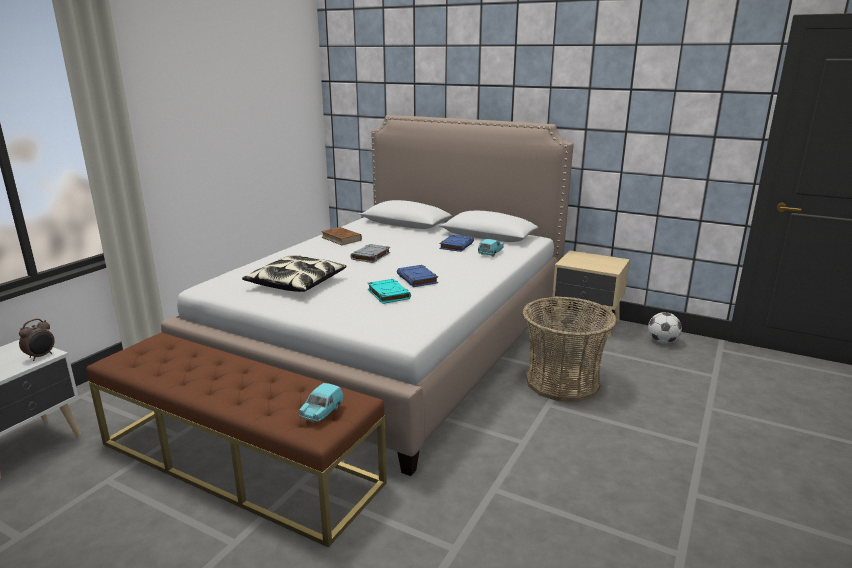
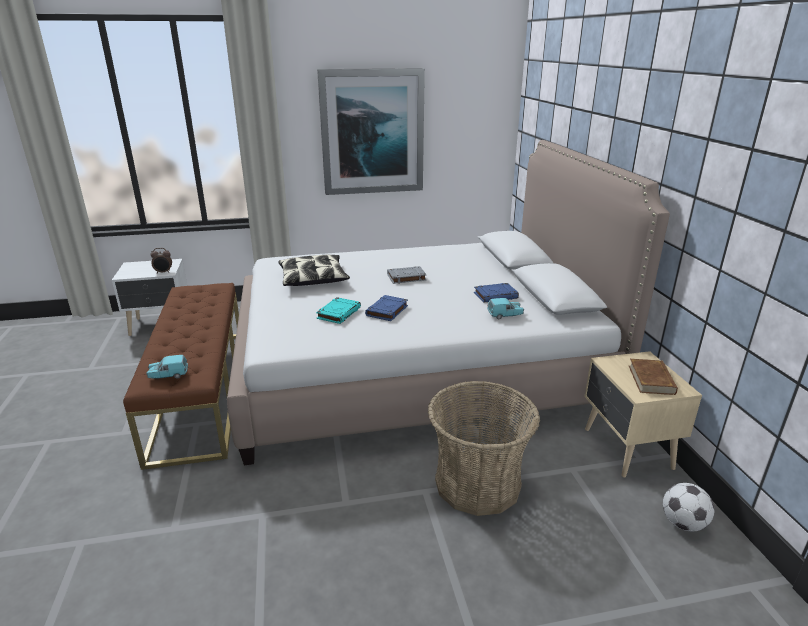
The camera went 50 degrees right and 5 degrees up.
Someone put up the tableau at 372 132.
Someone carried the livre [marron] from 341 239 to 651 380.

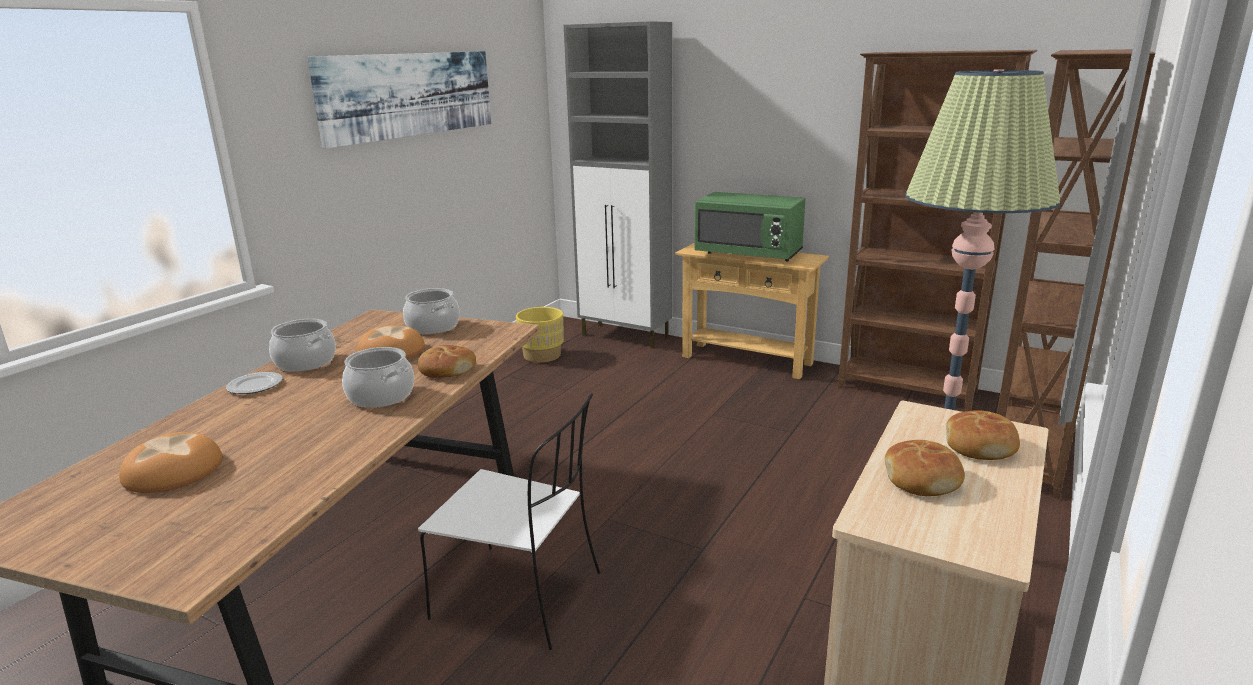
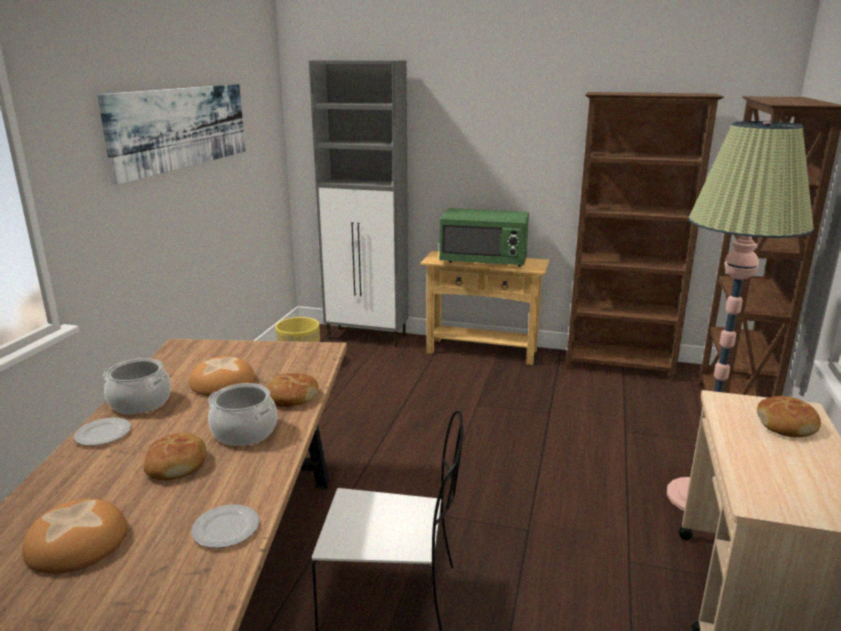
The camera went 15 degrees left and 0 degrees up.
Someone took away the marmite at 433 327.
Someone put down the assiette at 226 528.
Someone carried the pain from 922 479 to 177 465.

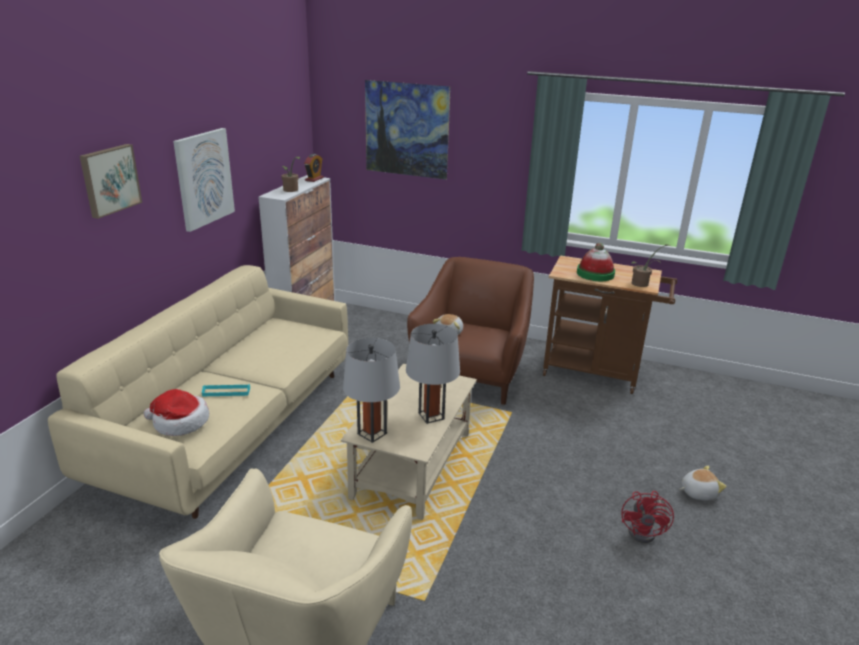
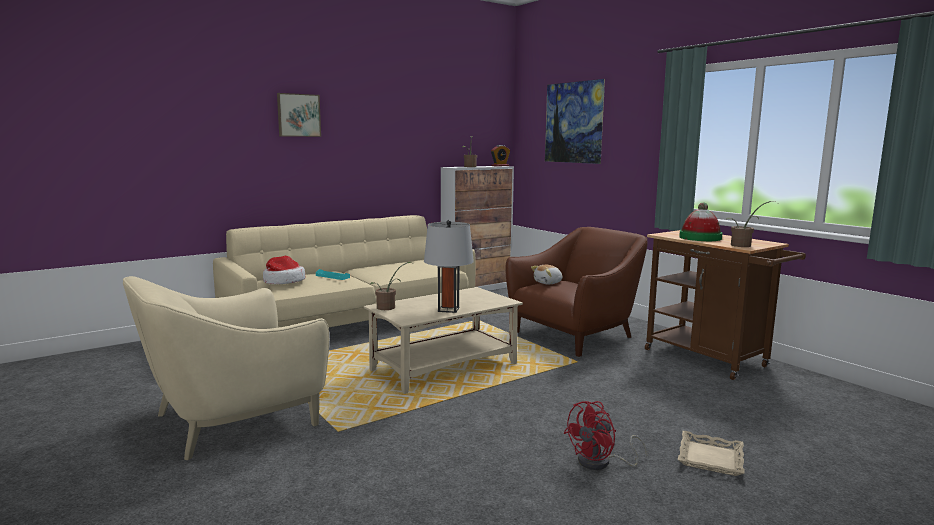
The camera went 35 degrees right and 15 degrees down.
Someone took away the tableau at 204 178.
Someone swapped the lampe de table [gris] at 372 433 for the plante en pot at 389 307.
Someone swapped the peluche at 698 492 for the plateau [beige] at 710 458.

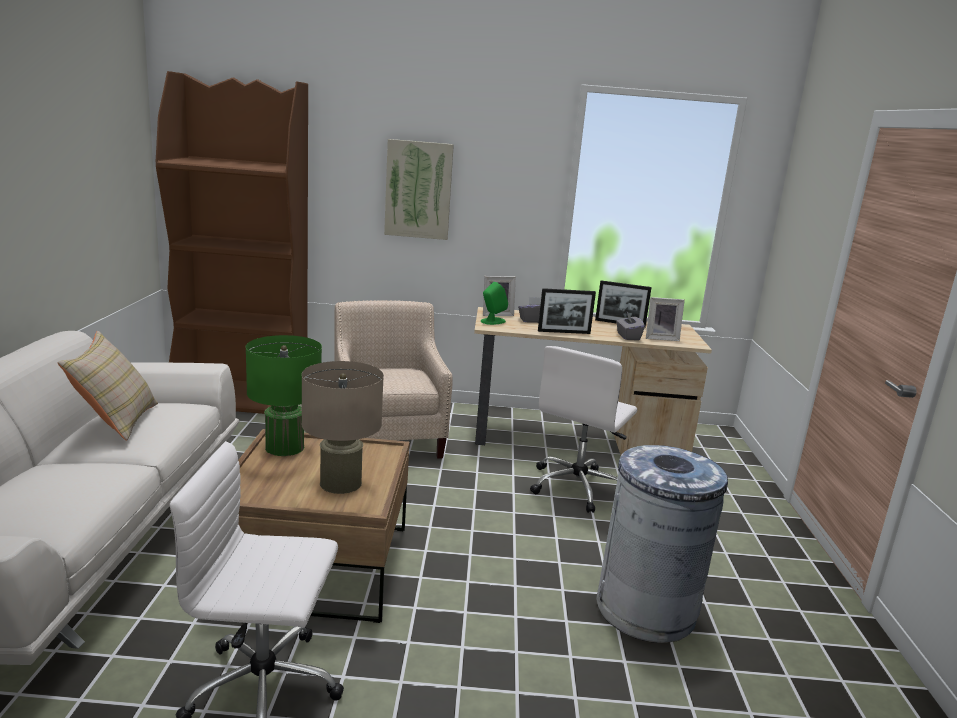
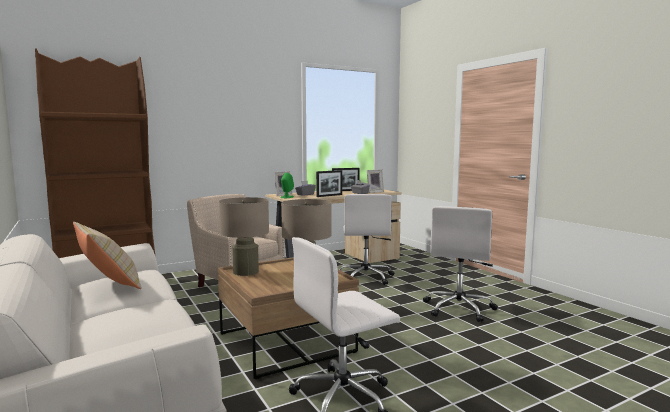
The camera went 30 degrees left and 10 degrees down.
Someone took away the tableau at 418 189.
Someone swapped the poubelle [gris] at 646 609 for the chaise de bureau [blanc] at 459 308.
Someone repainted the lampe de table [vert] at 284 447, which became the lampe de table [beige] at 245 272.

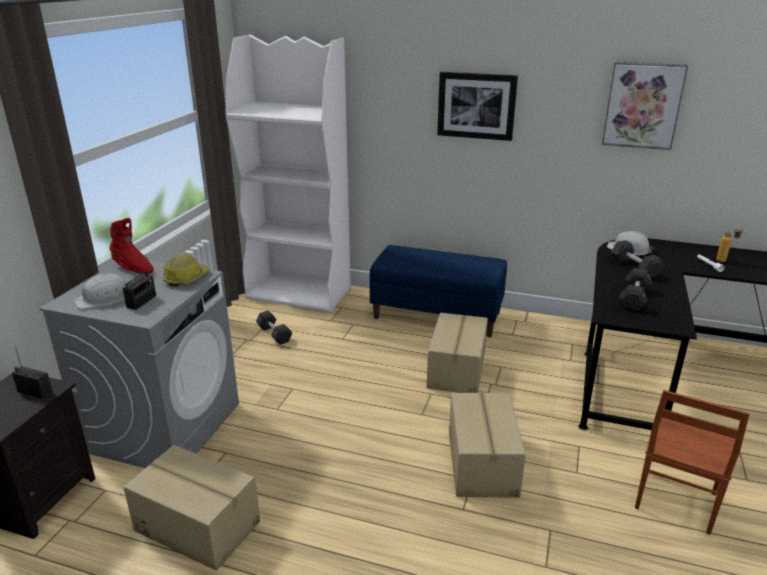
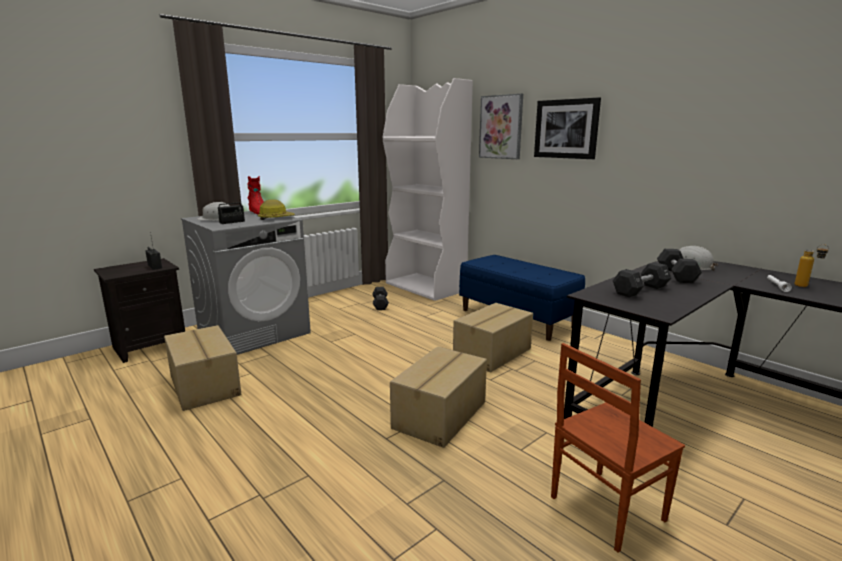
The camera went 30 degrees right and 10 degrees down.
Someone carried the tableau from 643 105 to 501 127.

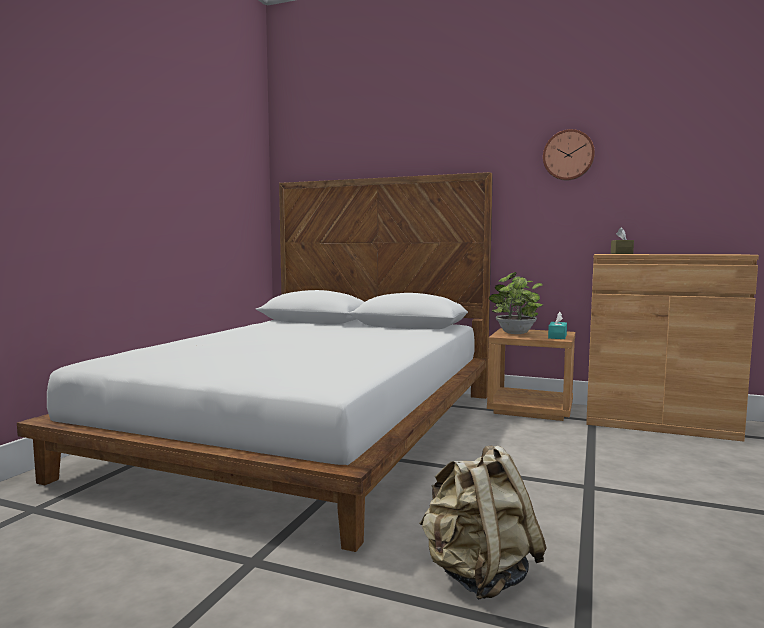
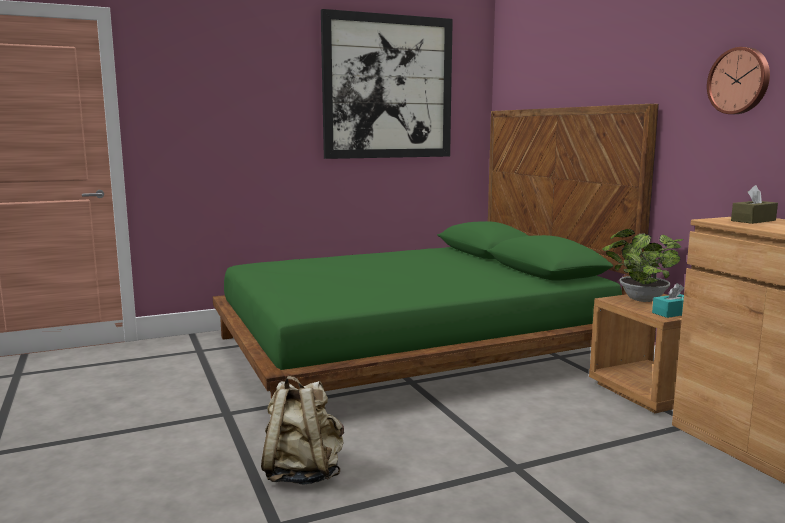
The camera went 45 degrees right and 5 degrees up.
Someone put up the tableau at 388 87.
Someone repainted the lit [blanc] at 310 430, which became the lit [vert] at 412 351.

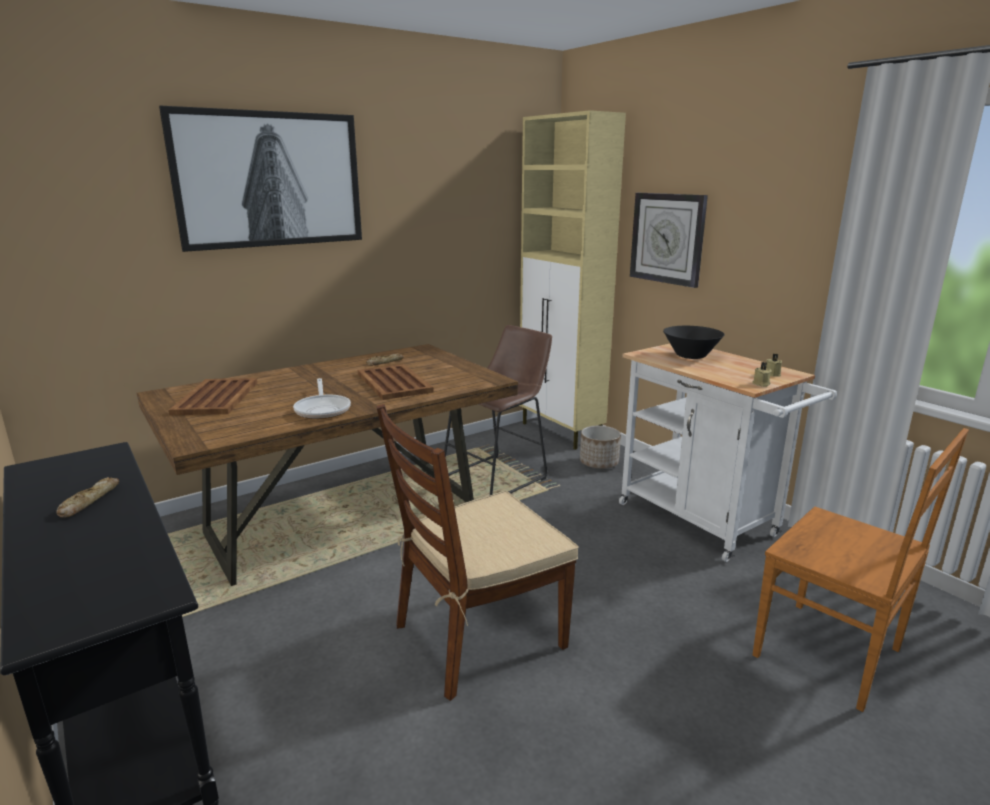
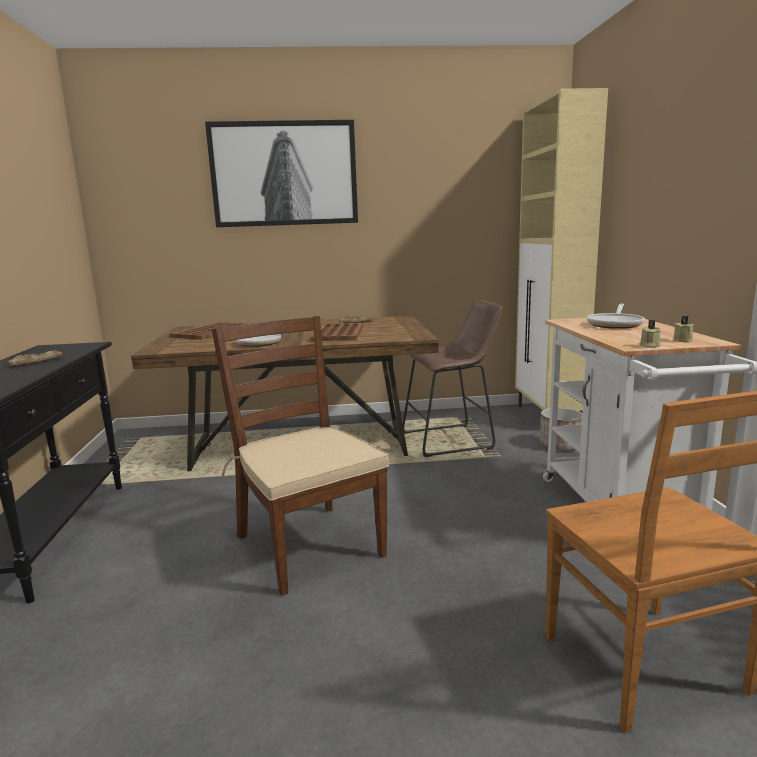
The camera went 30 degrees right and 5 degrees down.
Someone took away the horloge murale at 667 238.
Someone swapped the bol [noir] at 691 356 for the poêle at 615 324.
Someone rotated the chaise [marron] at 478 636 by 60 degrees clockwise.

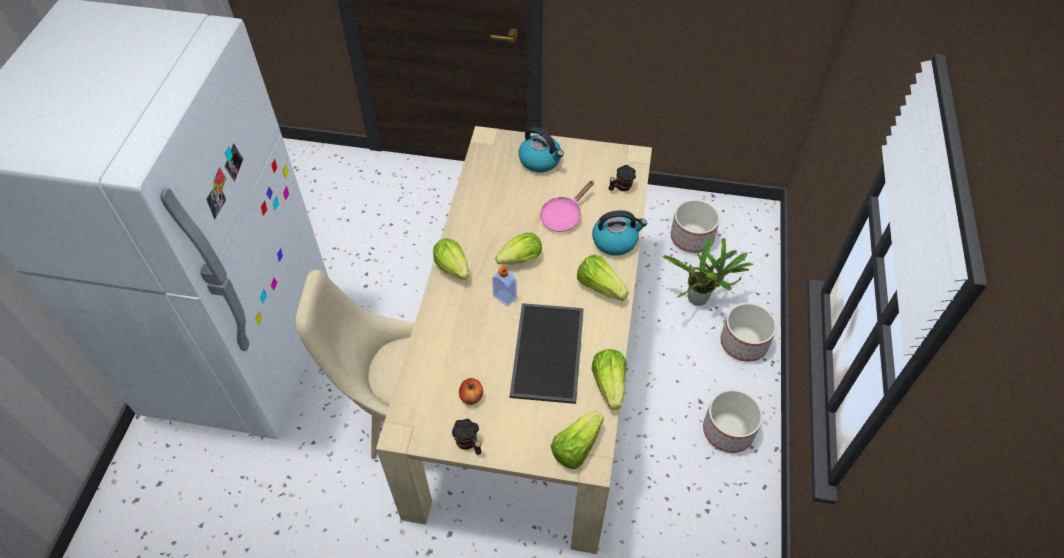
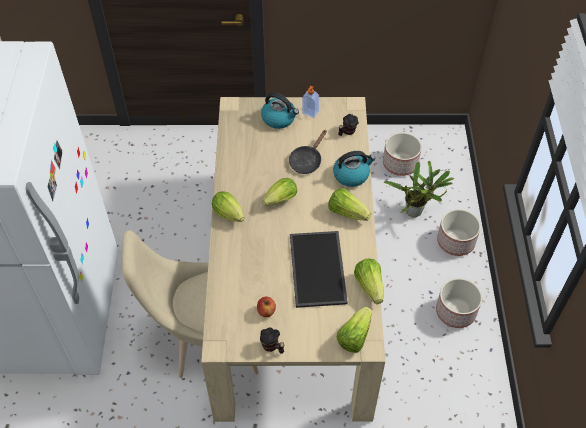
The camera went 10 degrees left and 0 degrees up.
Someone carried the distributeur de savon from 504 298 to 310 113.
Someone repainted the poêle [rose] at 563 216, which became the poêle [noir] at 307 161.

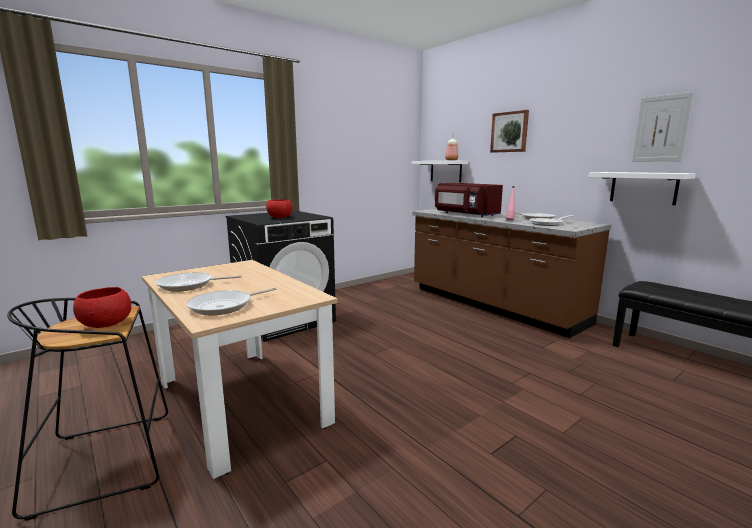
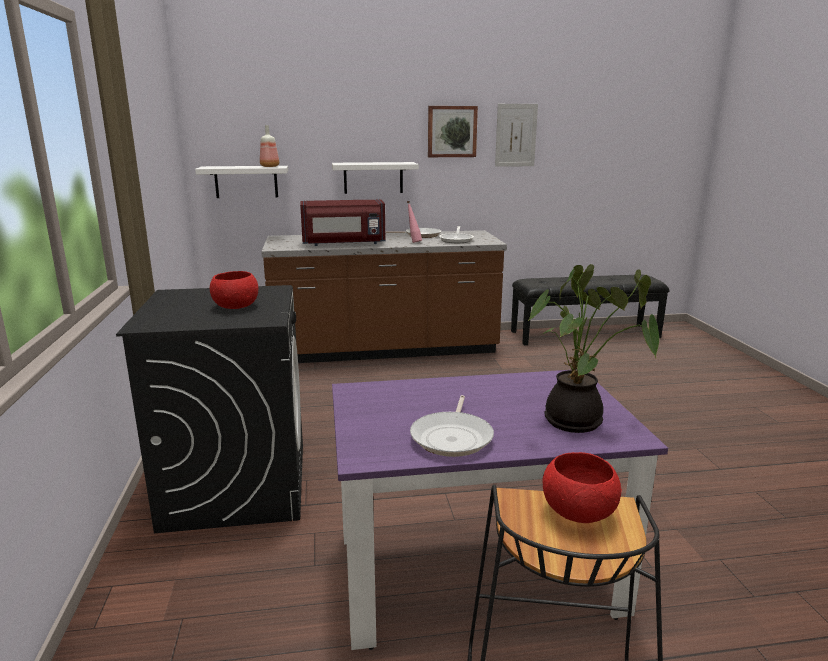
The camera went 60 degrees left and 5 degrees up.
Someone carried the tableau from 509 132 to 452 131.
Someone carried the étagère [blanc] from 643 187 to 373 177.
Someone swapped the poêle at 224 306 for the plante en pot at 578 423.
Someone repainted the table à manger [beige] at 241 402, which became the table à manger [violet] at 475 572.

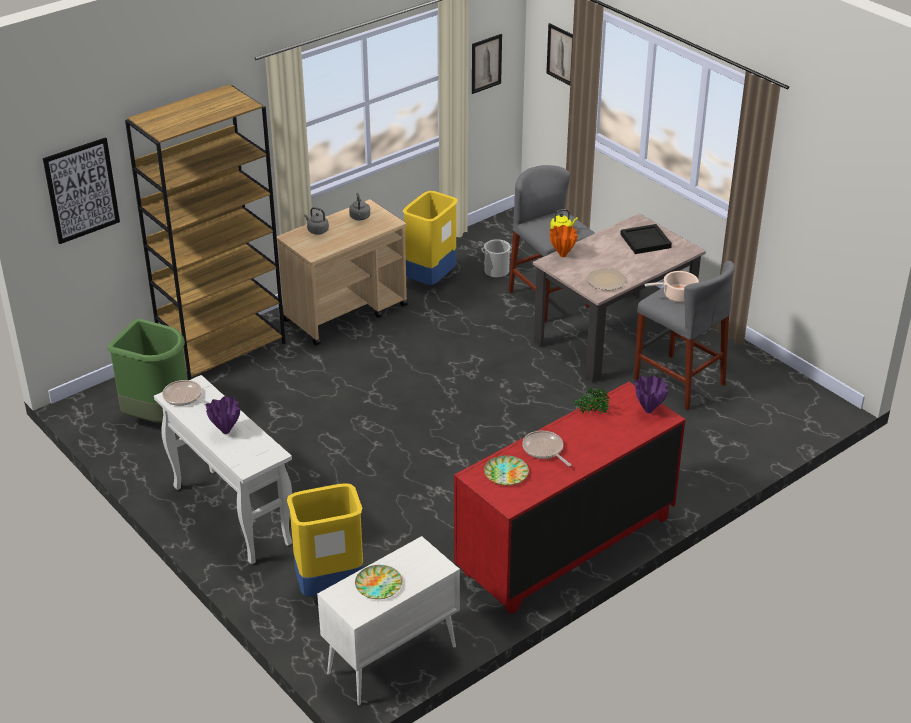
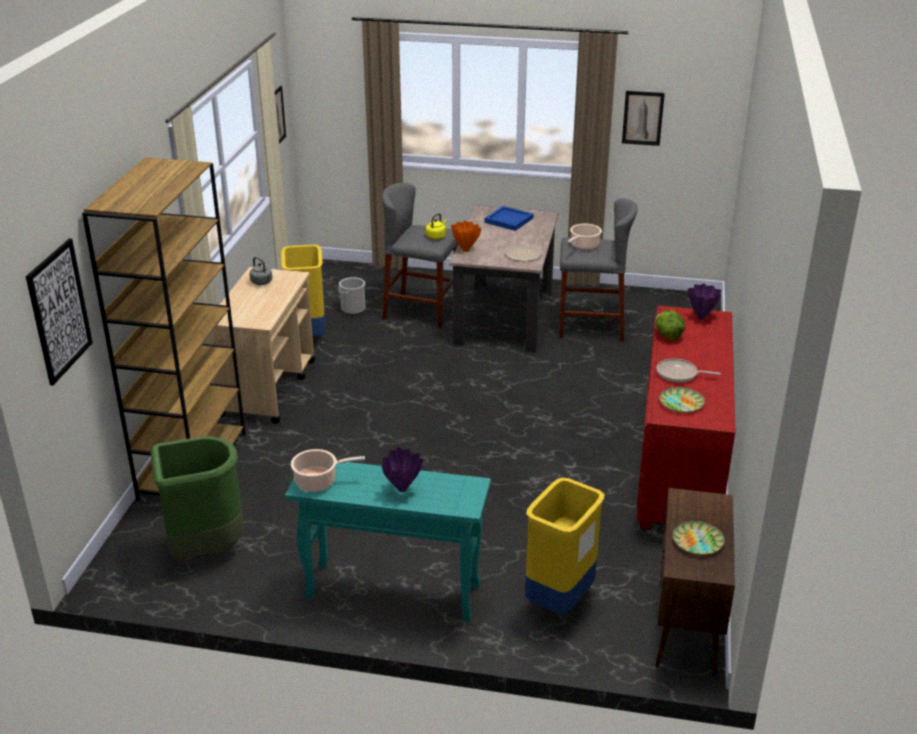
The camera went 40 degrees left and 5 degrees down.
Someone took away the bouilloire [gris] at 317 230.
Someone carried the tableau from 561 54 to 642 118.
Someone swapped the poêle at 184 397 for the marmite at 318 481.
Someone swapped the plante en pot at 591 412 for the laitue at 668 335.
Someone repainted the table console [blanc] at 230 515, which became the table console [turquoise] at 391 592.
Someone repainted the meuble de rangement [blanc] at 391 661, which became the meuble de rangement [marron] at 687 625.
Someone repainted the plateau [noir] at 645 241, which became the plateau [bleu] at 509 220.

